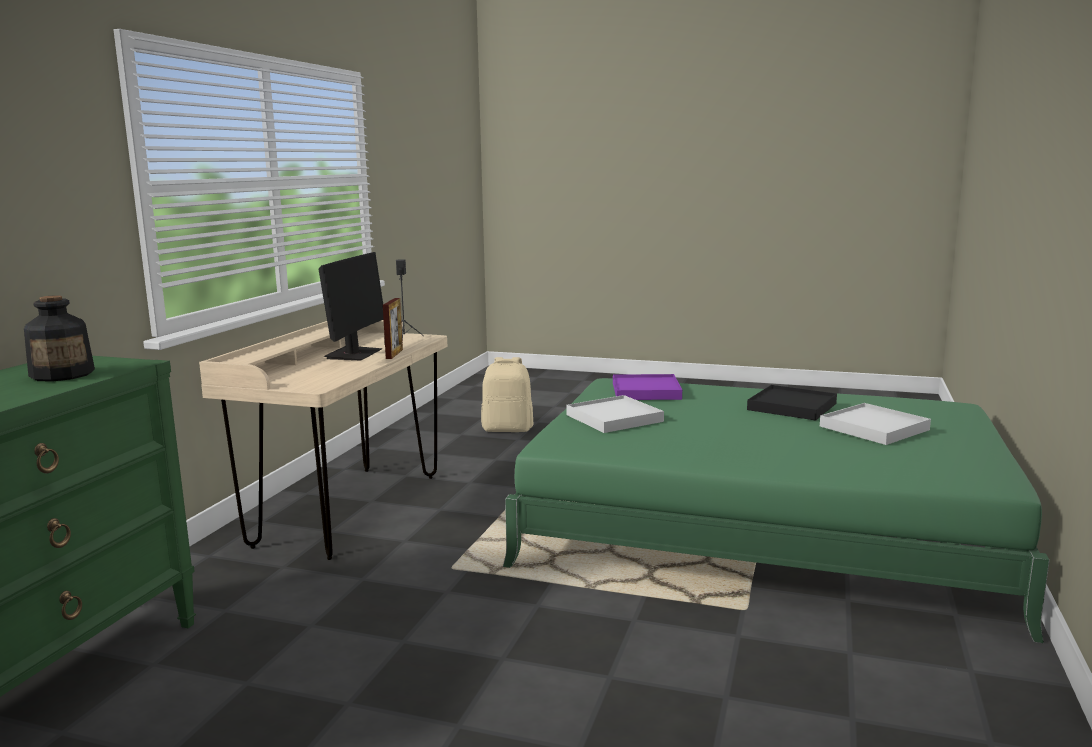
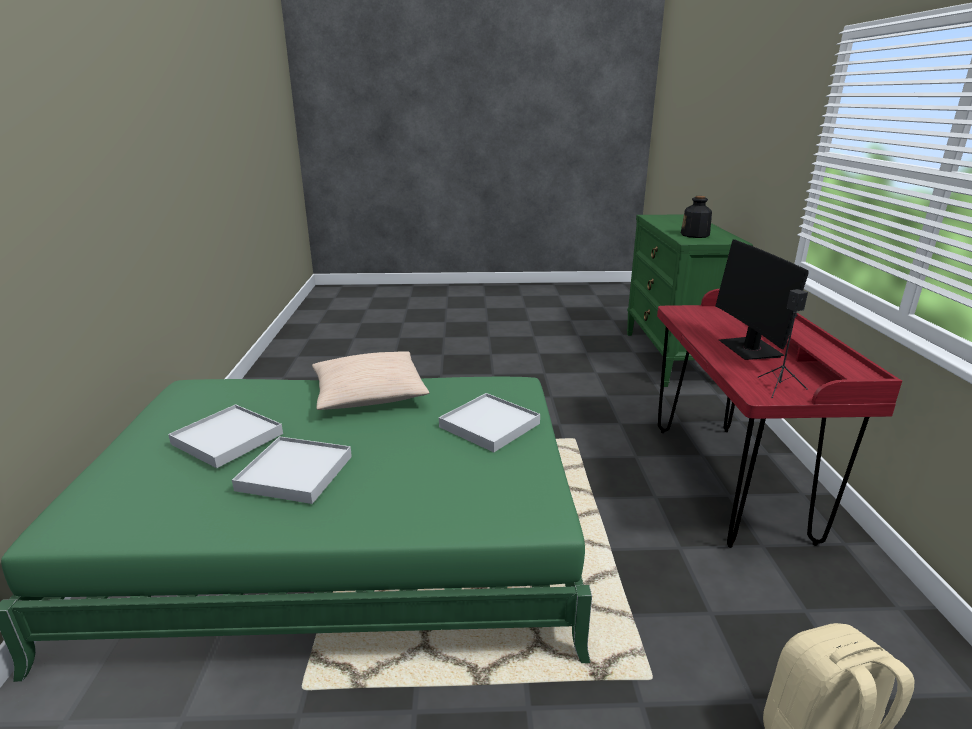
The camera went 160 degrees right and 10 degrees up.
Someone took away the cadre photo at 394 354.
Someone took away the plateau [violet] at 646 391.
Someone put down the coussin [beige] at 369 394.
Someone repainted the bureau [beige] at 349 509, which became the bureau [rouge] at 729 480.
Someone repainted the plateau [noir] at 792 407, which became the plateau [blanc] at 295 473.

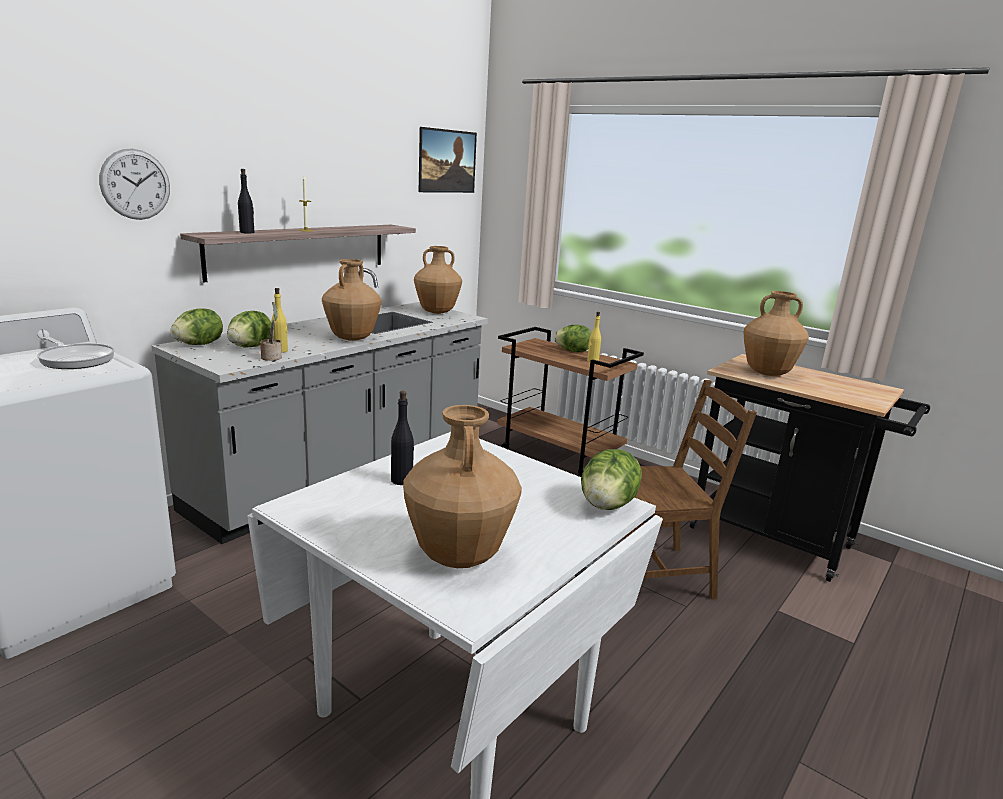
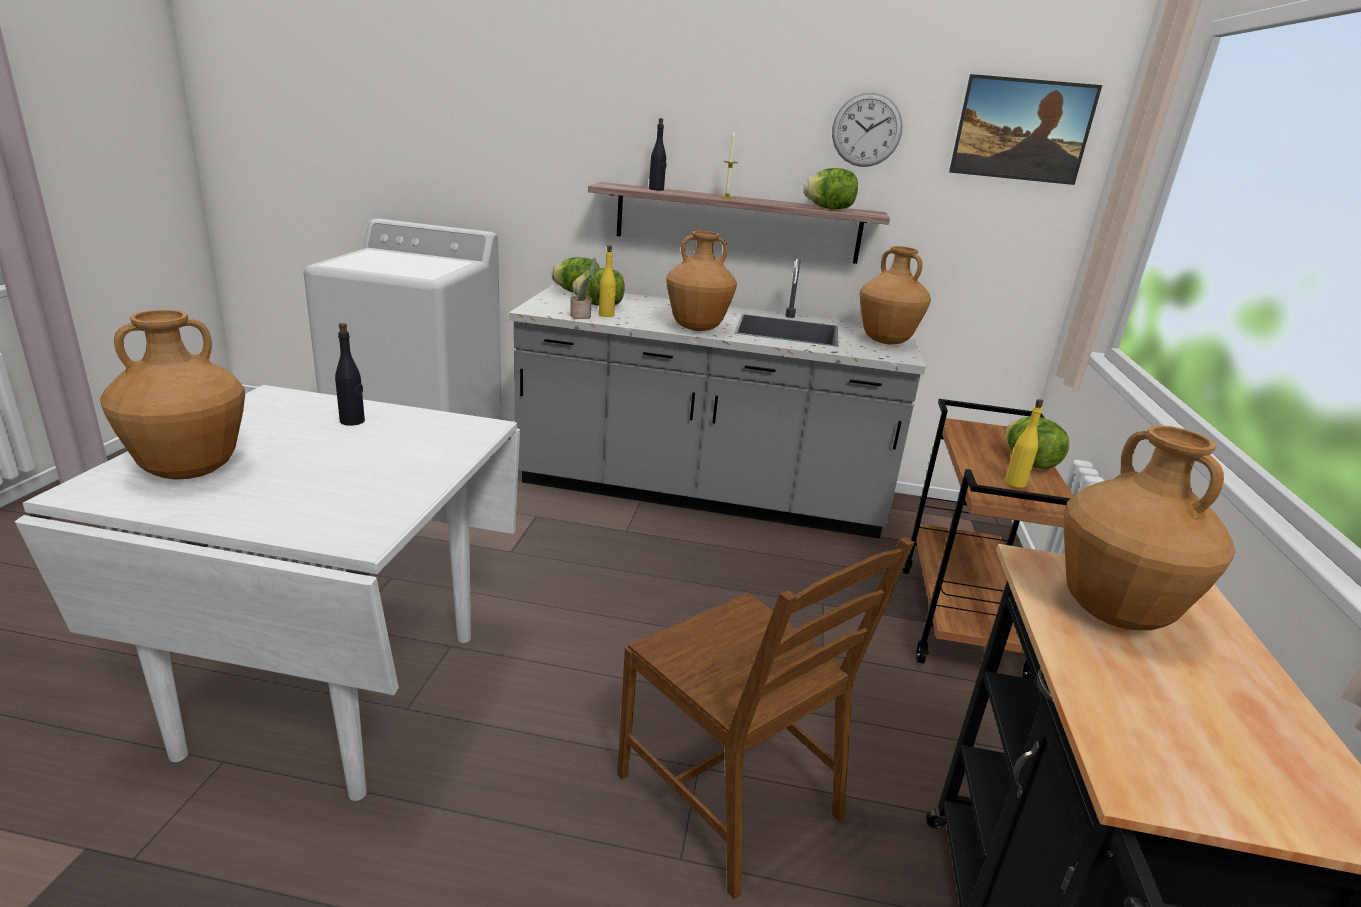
The camera went 60 degrees right and 5 degrees up.
Someone took away the poêle at 76 359.
Someone carried the horloge murale from 135 184 to 866 130.
Someone carried the laitue from 607 505 to 829 209.

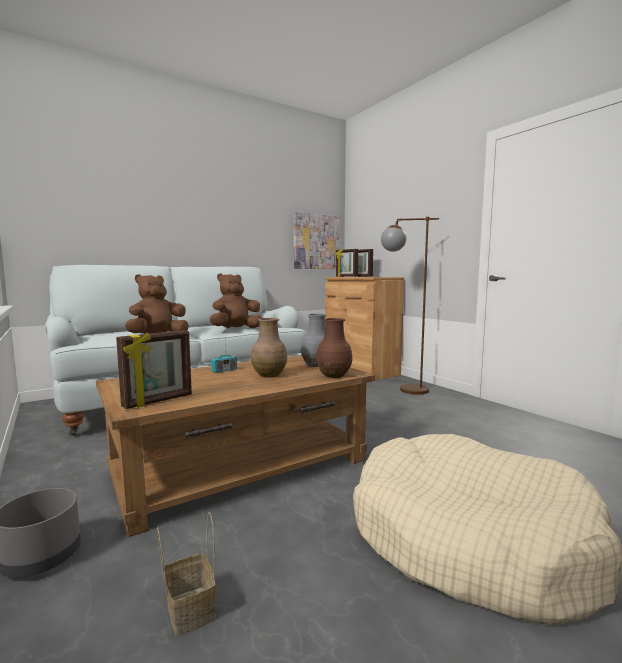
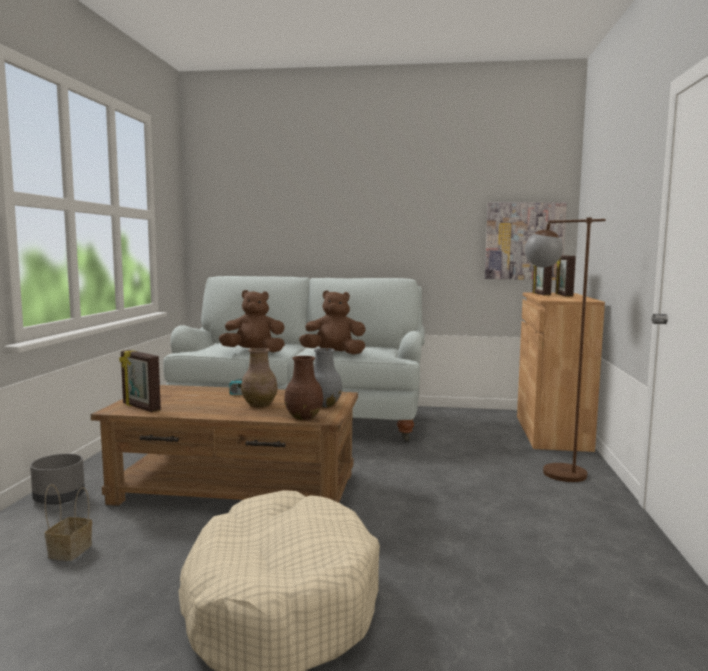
The camera went 40 degrees right and 0 degrees up.
Someone rotated the cadre photo at 158 401 by 45 degrees clockwise.

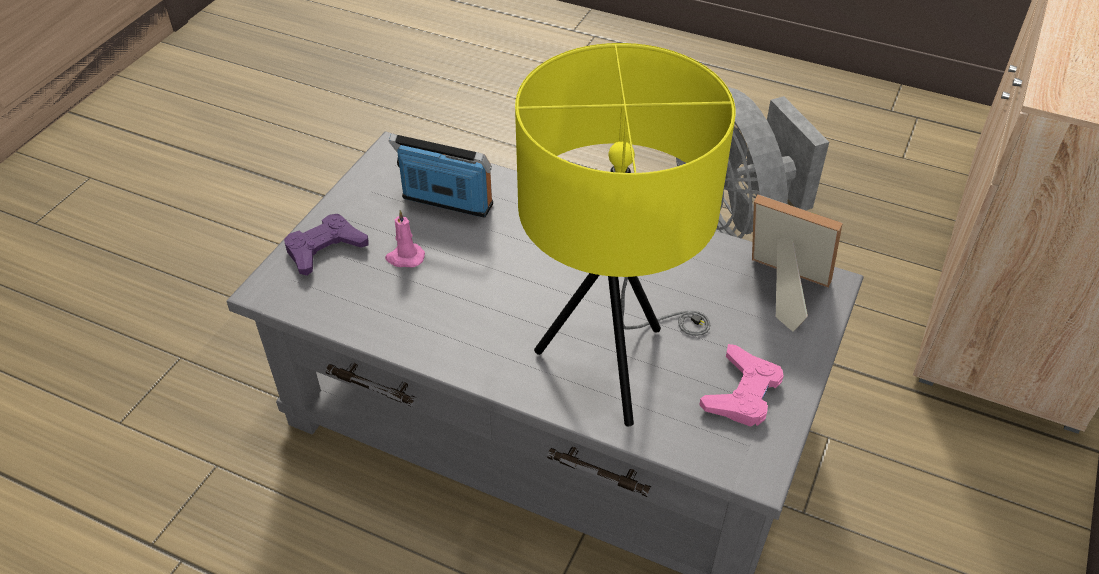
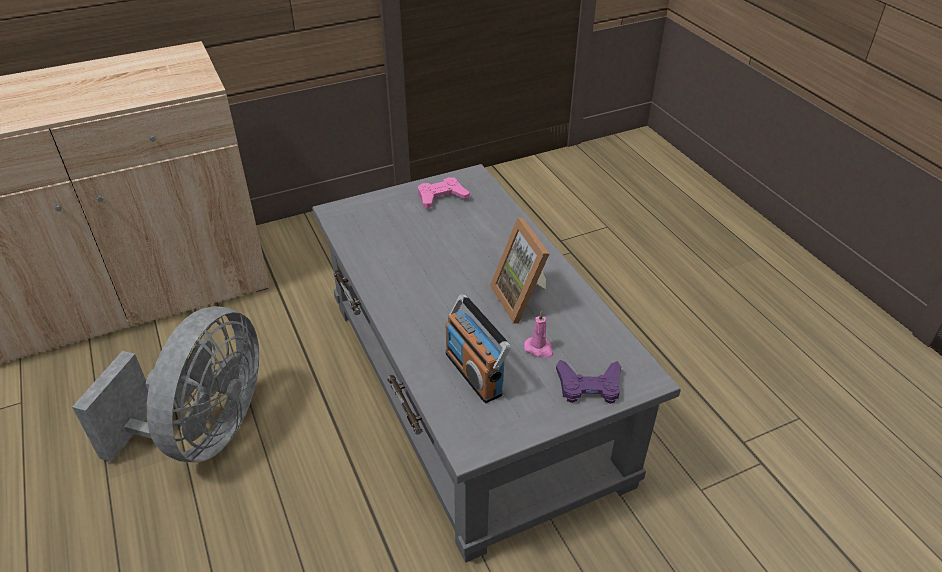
The camera went 140 degrees left and 5 degrees down.
Someone took away the lampe de table [jaune] at 614 365.
Someone carried the cadre photo from 781 290 to 523 299.

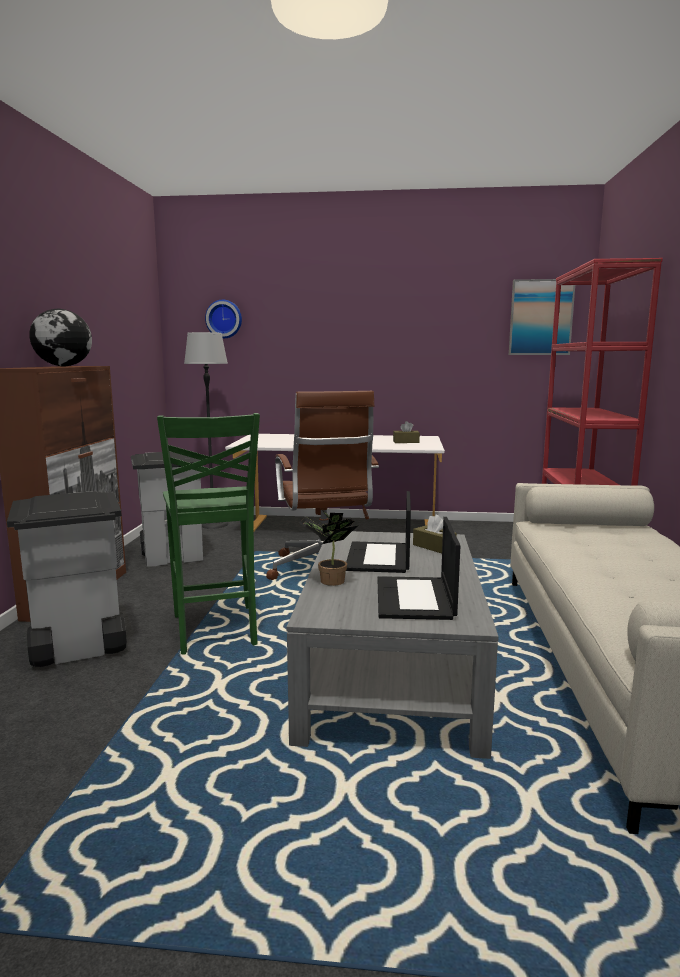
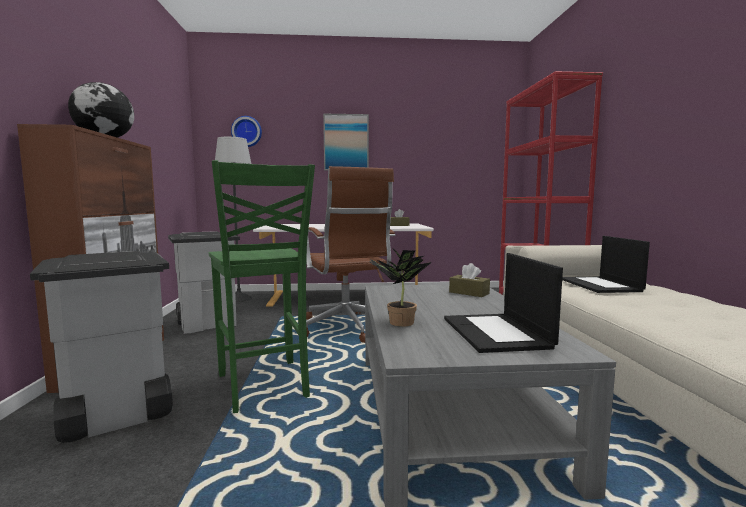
The camera went 10 degrees left and 5 degrees down.
Someone carried the ordinateur portable from 379 558 to 601 285.
Someone carried the tableau from 540 317 to 346 142.

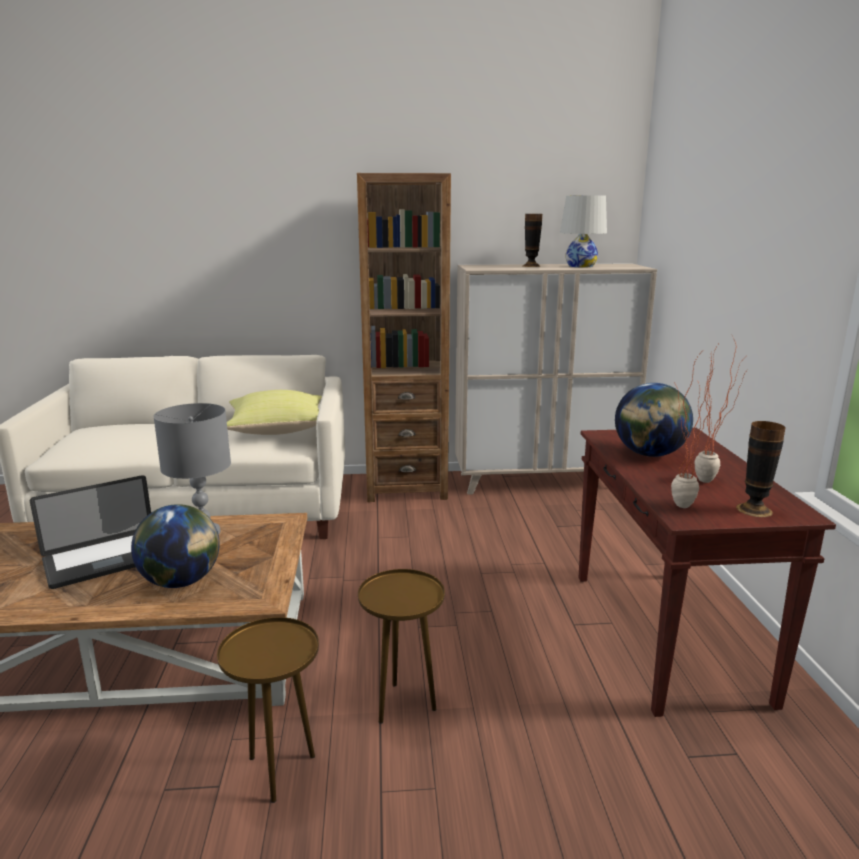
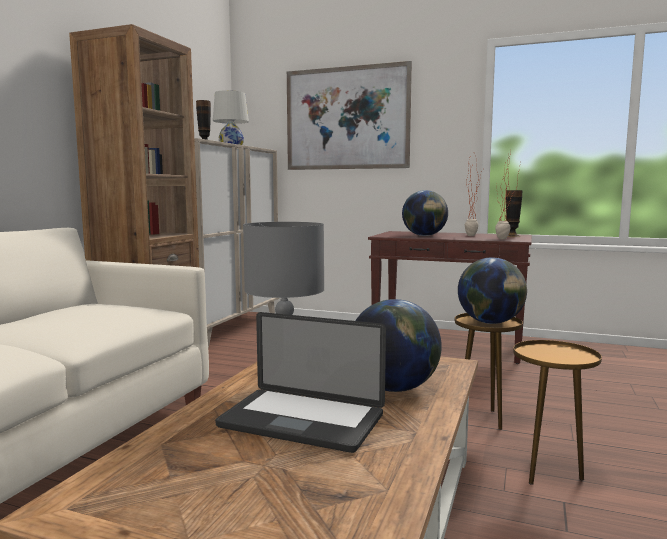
The camera went 65 degrees left and 10 degrees down.
Someone took away the coussin [jaune] at 279 430.
Someone put up the tableau at 346 118.
Someone put down the globe at 490 322.
Someone rotated the ordinateur portable at 105 560 by 120 degrees clockwise.

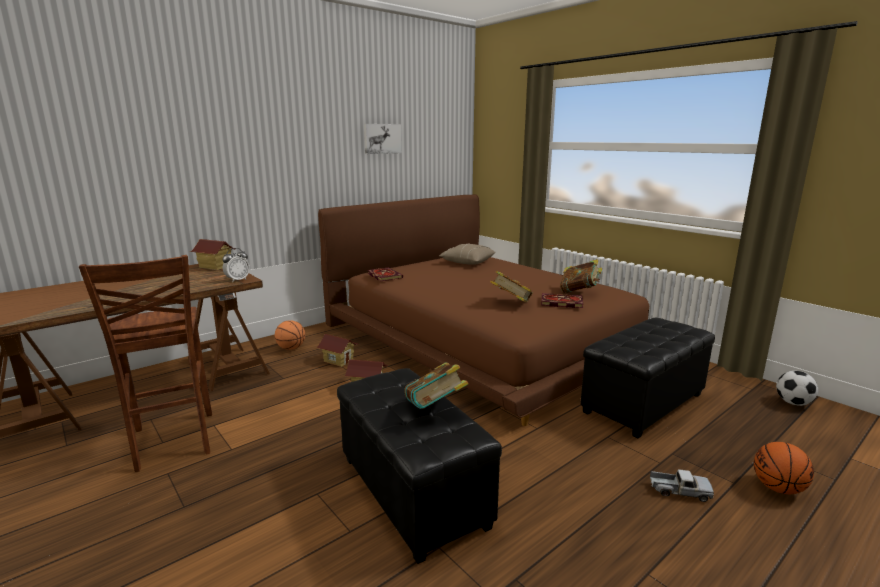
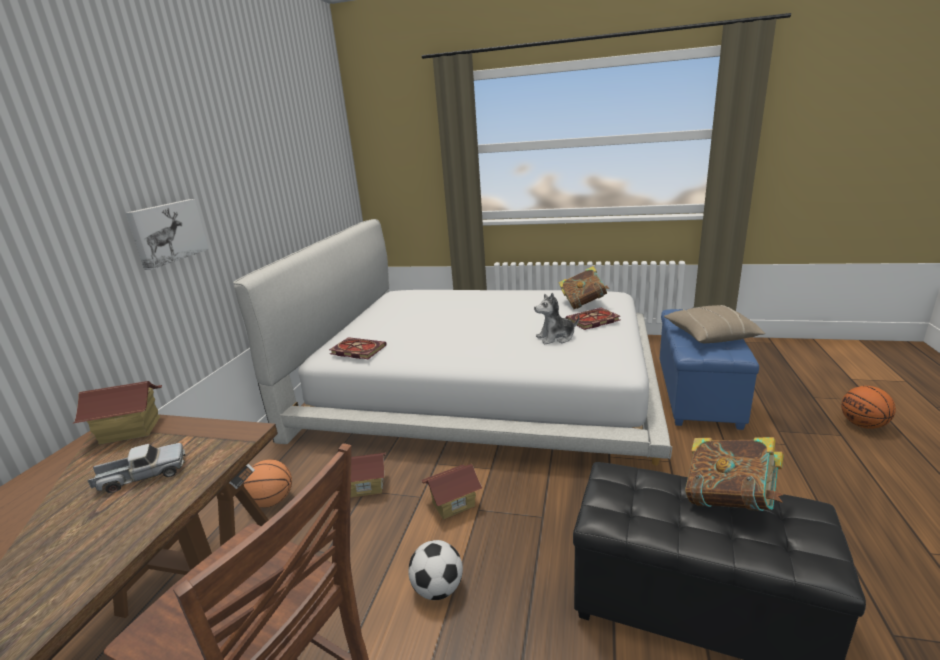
The camera went 35 degrees left and 5 degrees up.
Someone took away the réveil at 237 280.
Someone carried the tableau from 382 138 to 167 232.
Someone carried the coussin [beige] from 467 262 to 710 336.
Someone carried the camion jouet from 679 491 to 142 476.
Someone carried the ballon de foot from 793 403 to 437 589.
Someone swapped the livre at 511 303 for the peluche at 556 337.
Someone repainted the lit [marron] at 483 337, which became the lit [blanc] at 481 384.
Someone repainted the pouf [noir] at 642 403, which became the pouf [bleu] at 696 395.

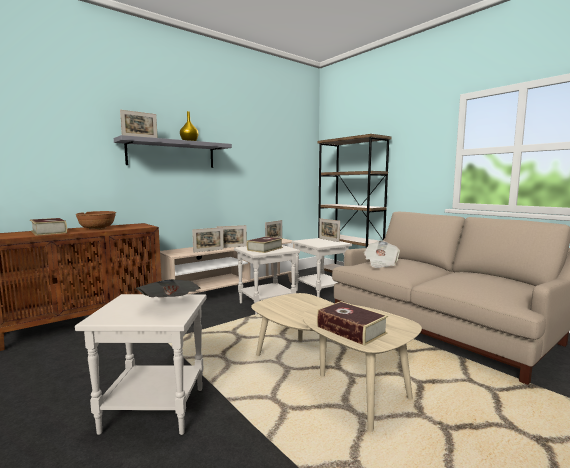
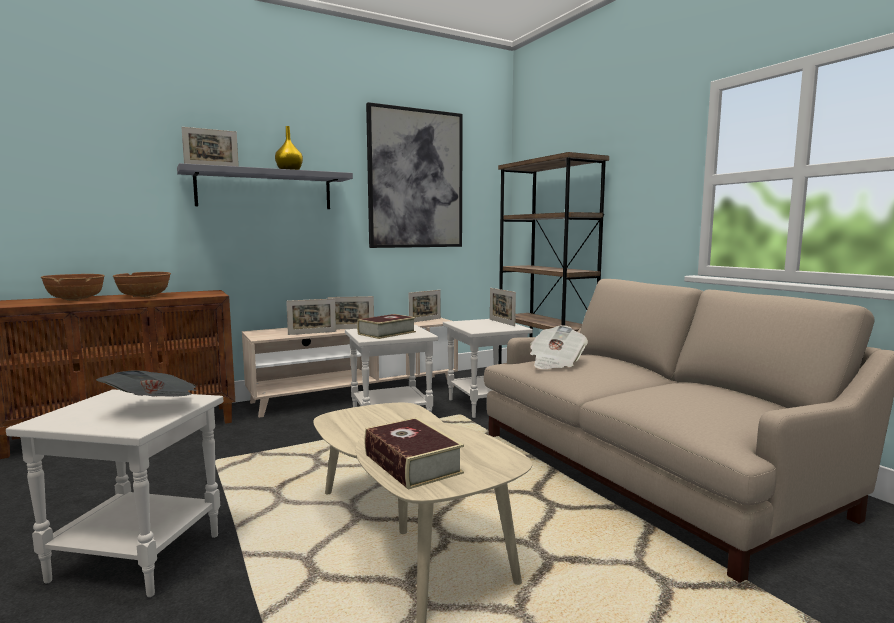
The camera went 10 degrees right and 0 degrees up.
Someone put up the tableau at 415 179.
Someone swapped the livre at 48 232 for the bol [marron] at 76 299.

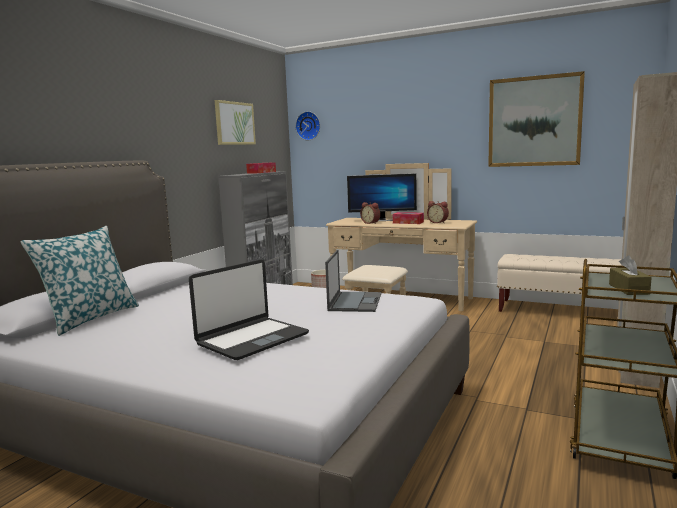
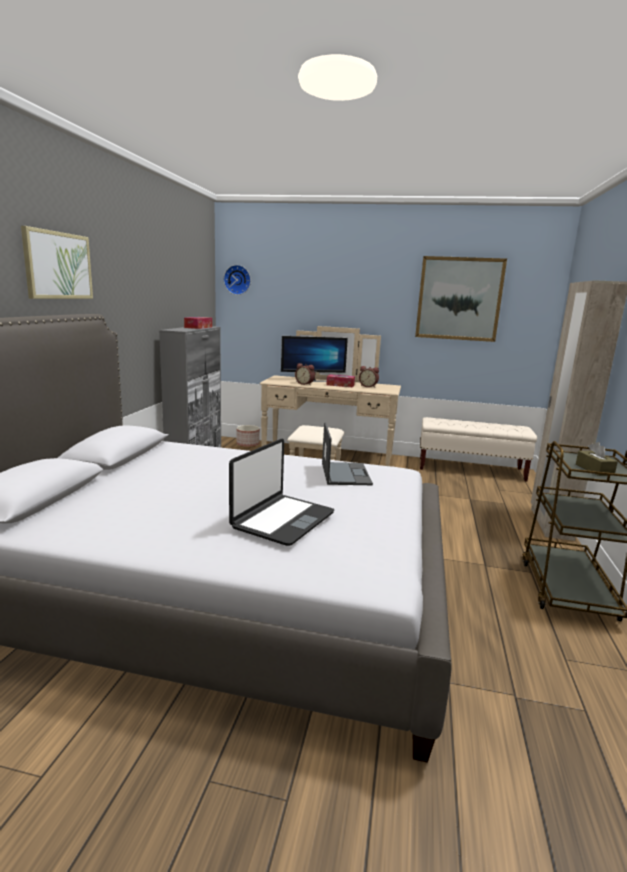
The camera went 15 degrees left and 5 degrees up.
Someone took away the coussin at 90 318.
Someone carried the tableau from 234 123 to 58 265.

